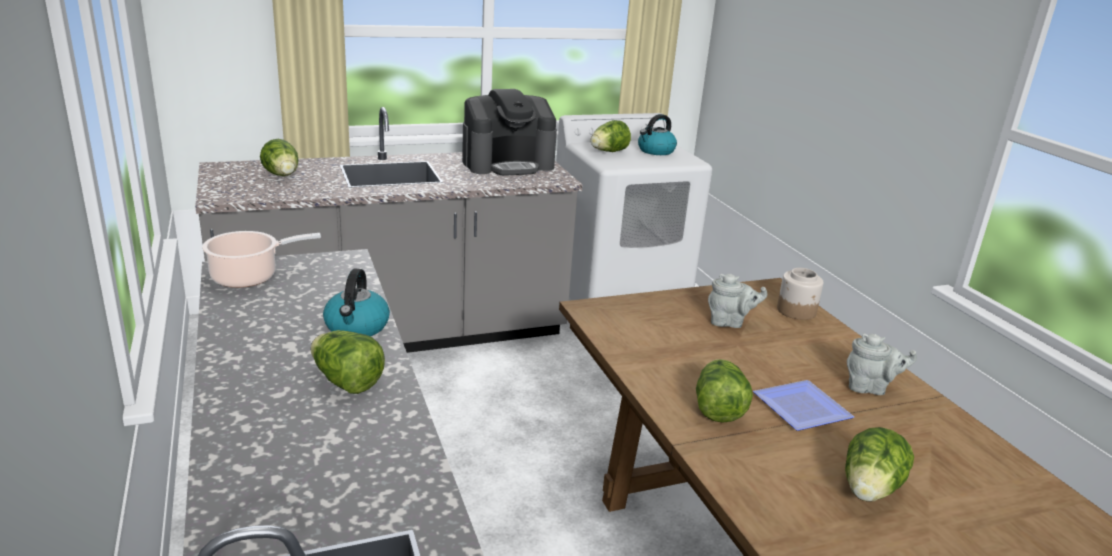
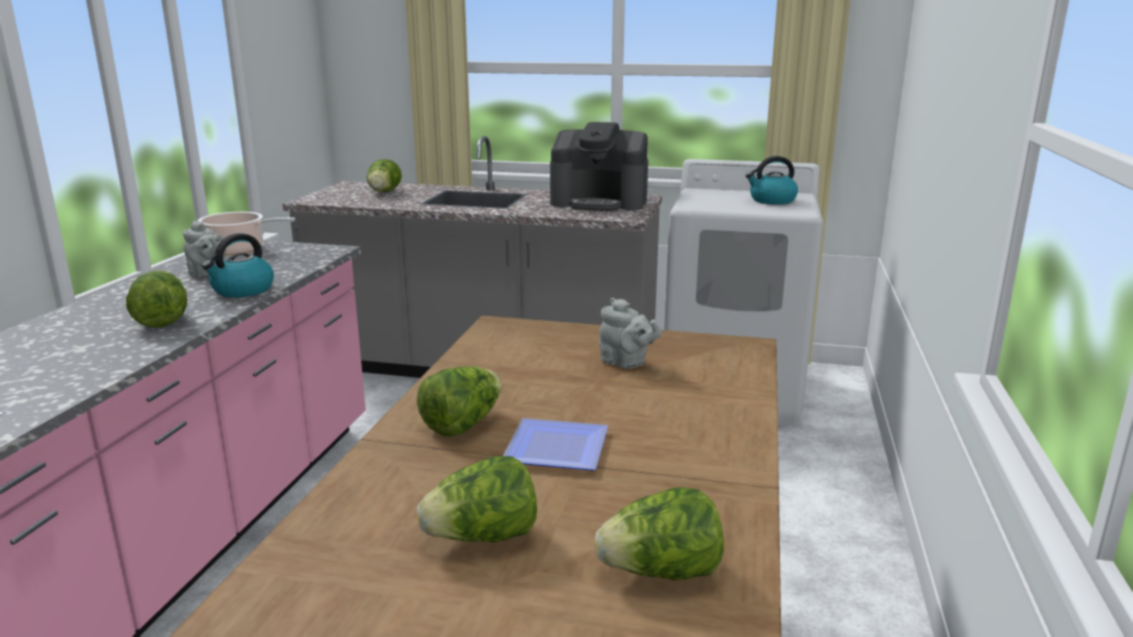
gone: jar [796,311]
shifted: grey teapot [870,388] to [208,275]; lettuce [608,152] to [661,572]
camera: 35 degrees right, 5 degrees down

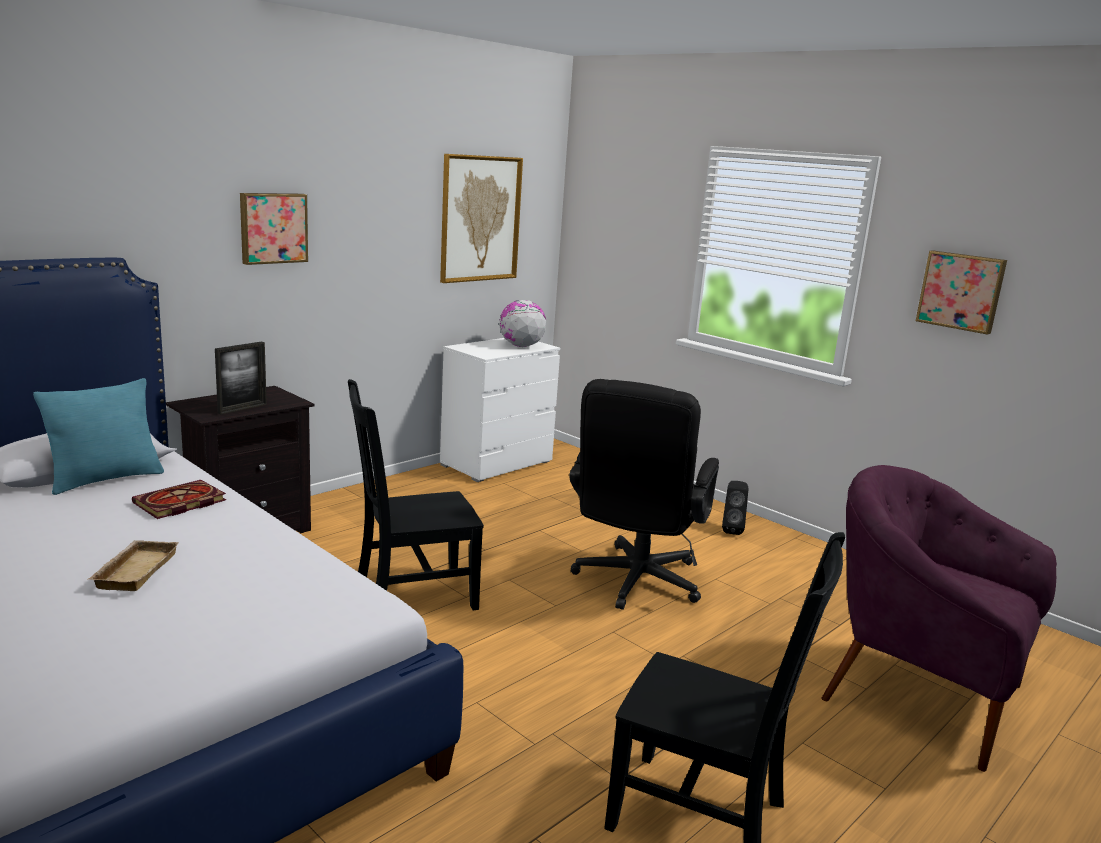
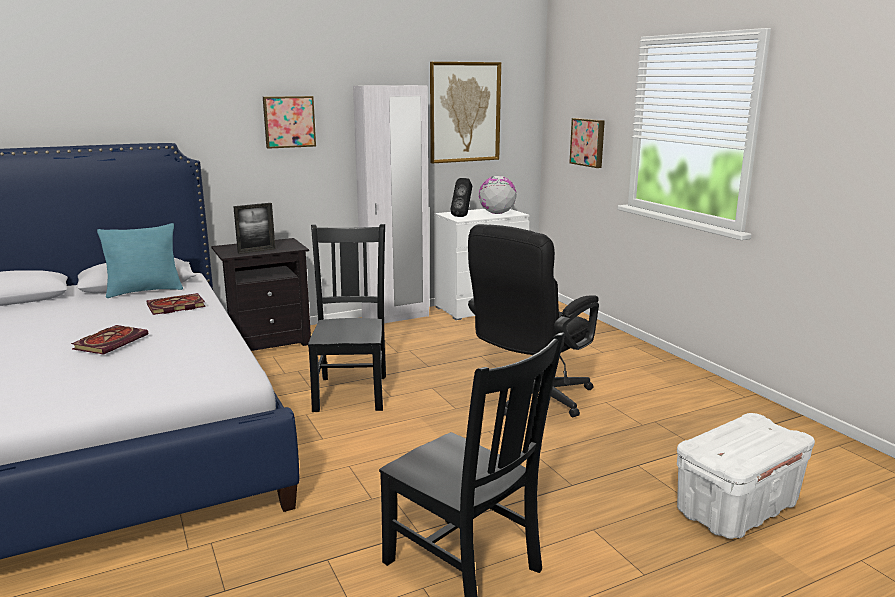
new: white wardrobe [395,317]
shifted: black speaker [731,530] to [463,216]; picture [961,291] to [588,142]
swapped: beige tray [134,570] to book [111,342]; purple armchair [920,693] to white storage box [737,508]
rotated: black chair [411,595] = [351,391] 90 degrees clockwise
camera: 20 degrees right, 0 degrees up

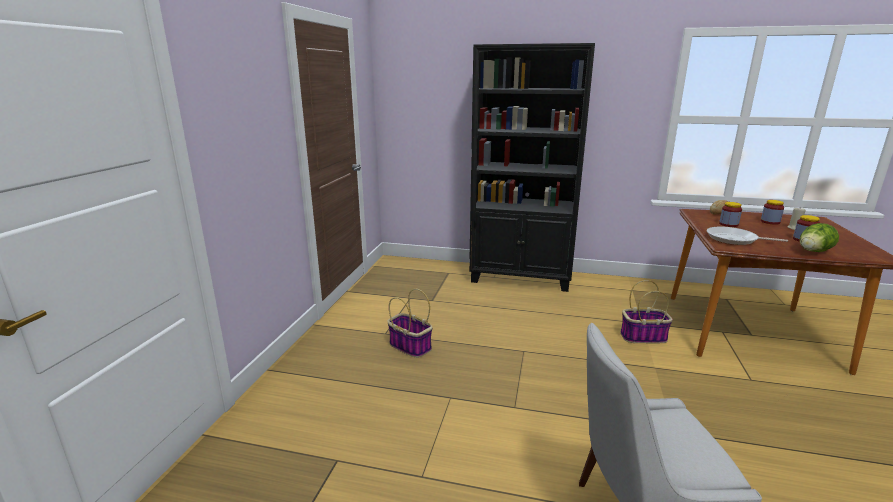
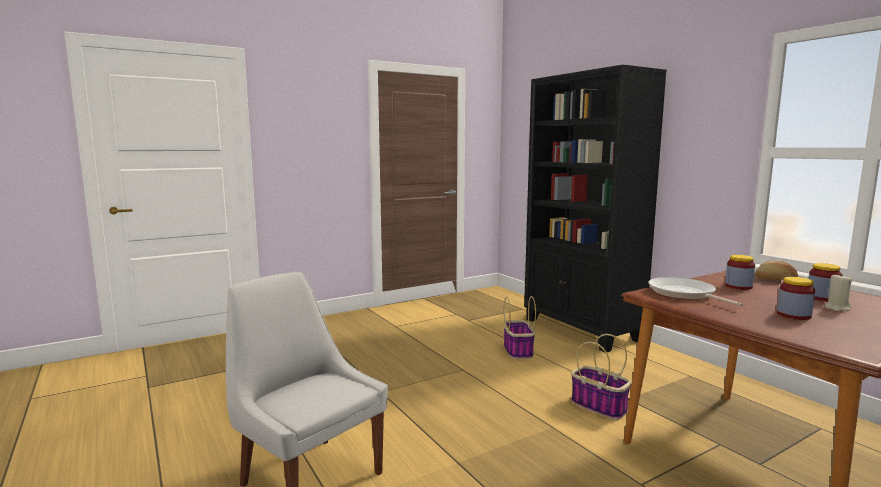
gone: lettuce [813,252]
shifted: basket [409,346] to [517,350]
camera: 45 degrees right, 10 degrees down

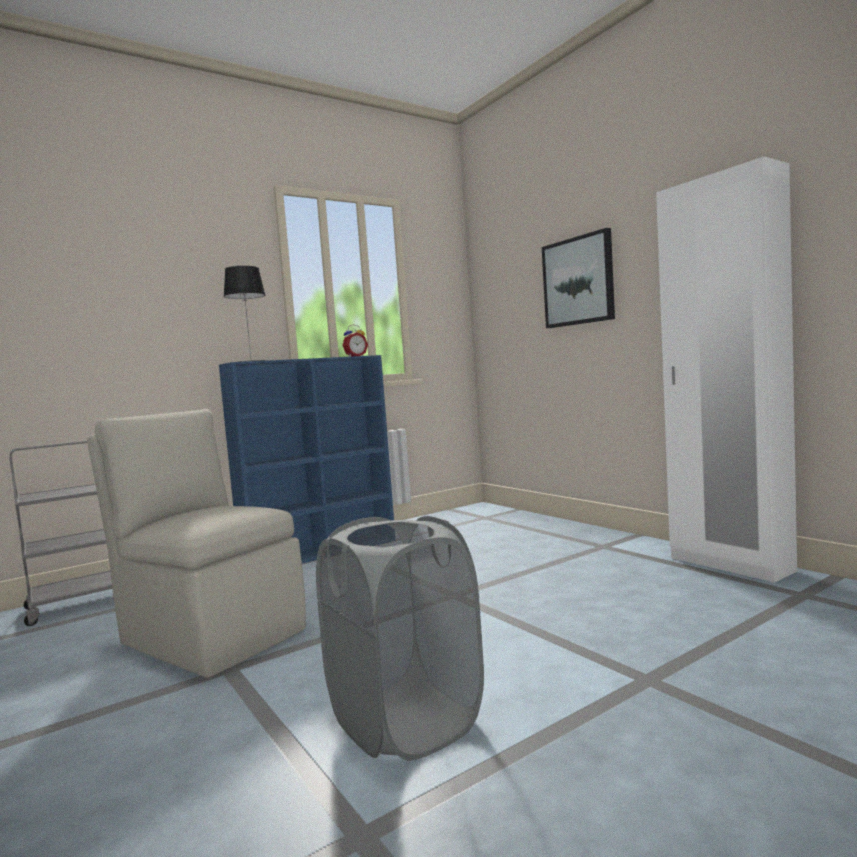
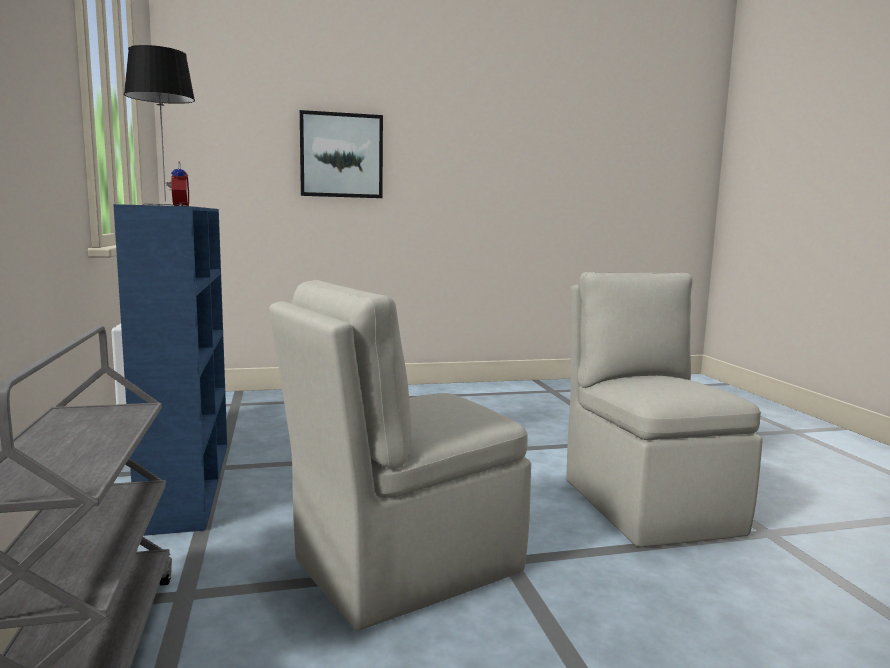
gone: white wardrobe [730,565]
swapped: grey laundry basket [405,721] to beige chair [647,504]
camera: 70 degrees left, 5 degrees up

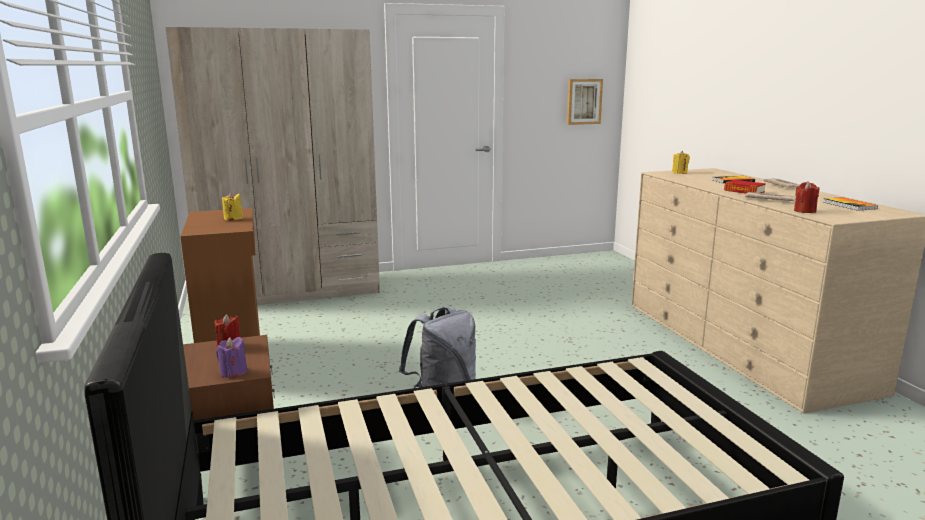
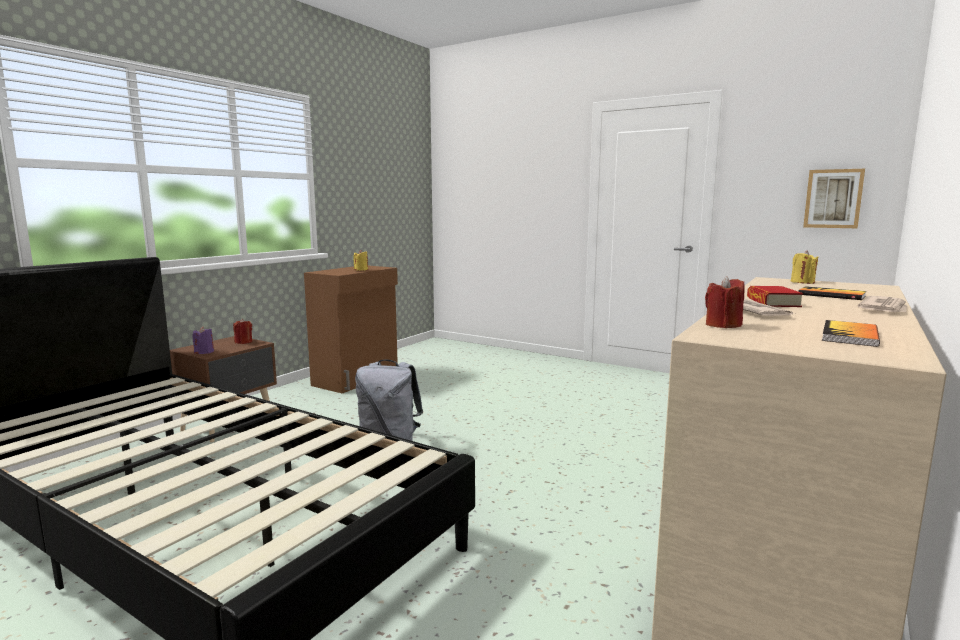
gone: beige wardrobe [292,291]
camera: 50 degrees right, 5 degrees down

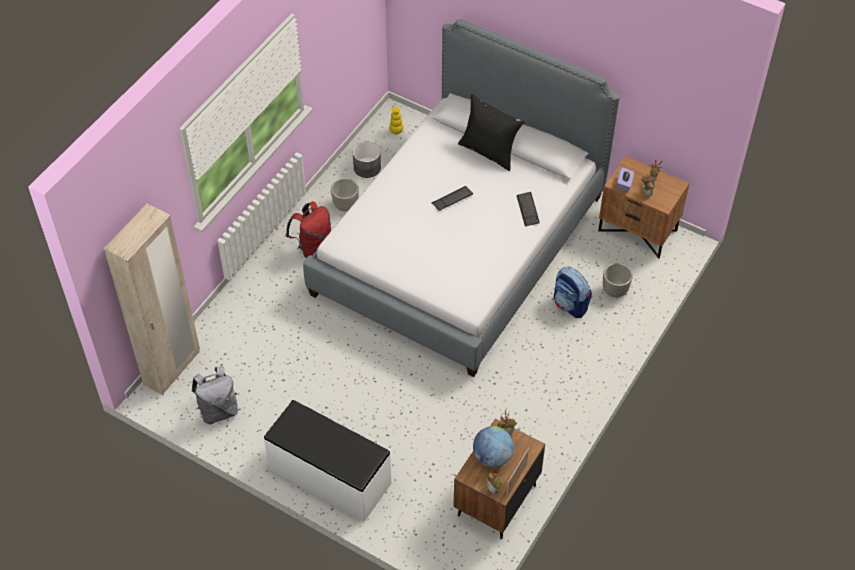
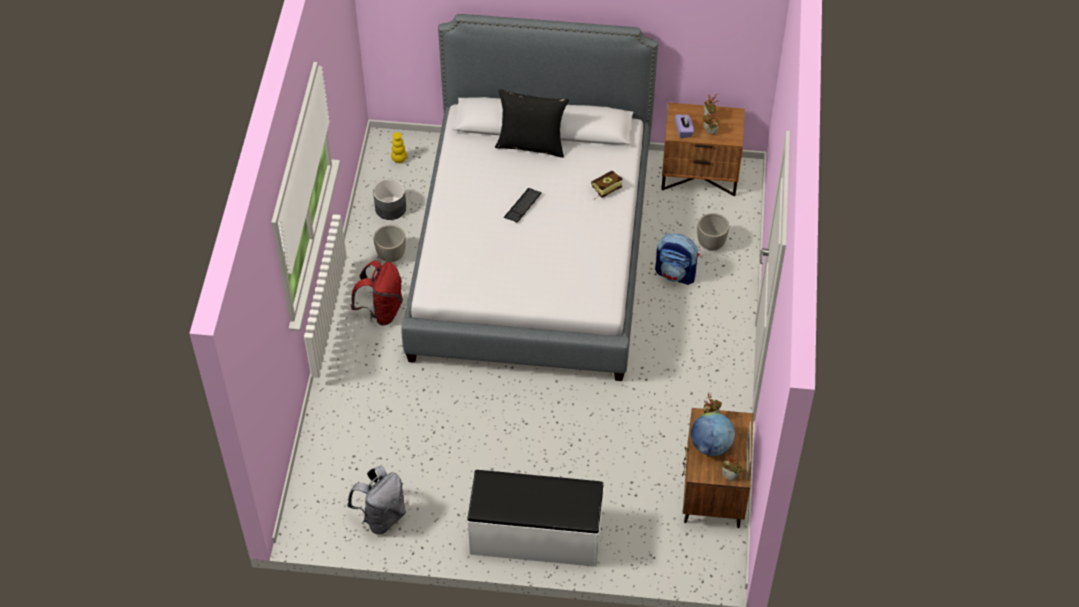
gone: beige wardrobe [172,368]
swapped: keyboard [527,210] to book [604,190]
camera: 25 degrees left, 0 degrees up

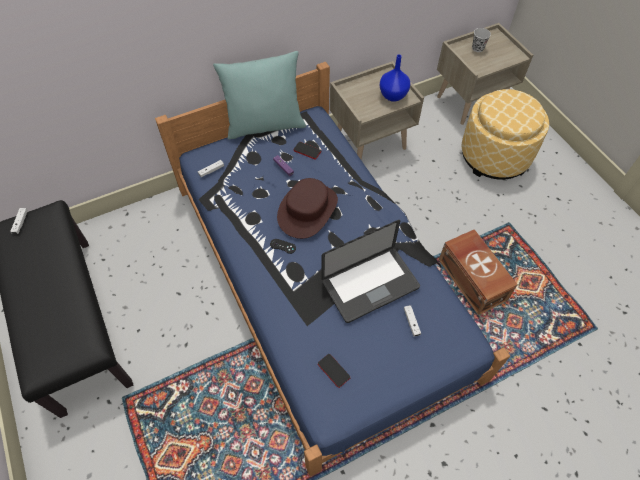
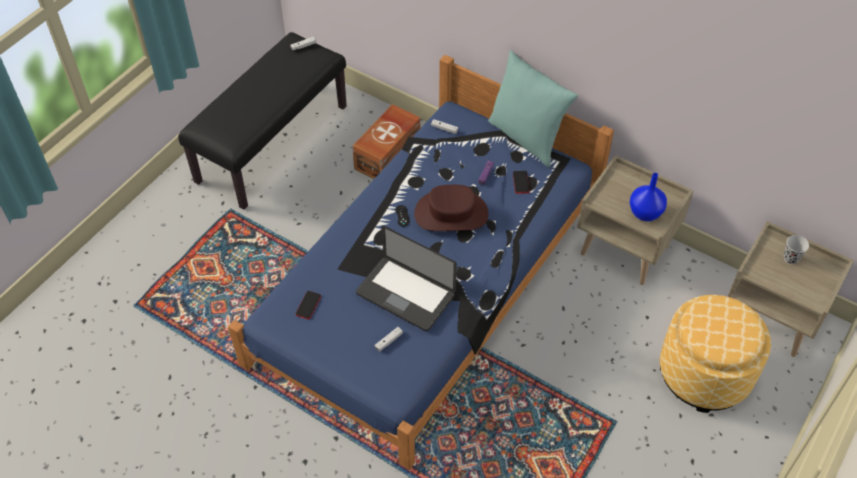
shifted: brown storage box [472,279] to [389,154]
camera: 60 degrees right, 5 degrees down

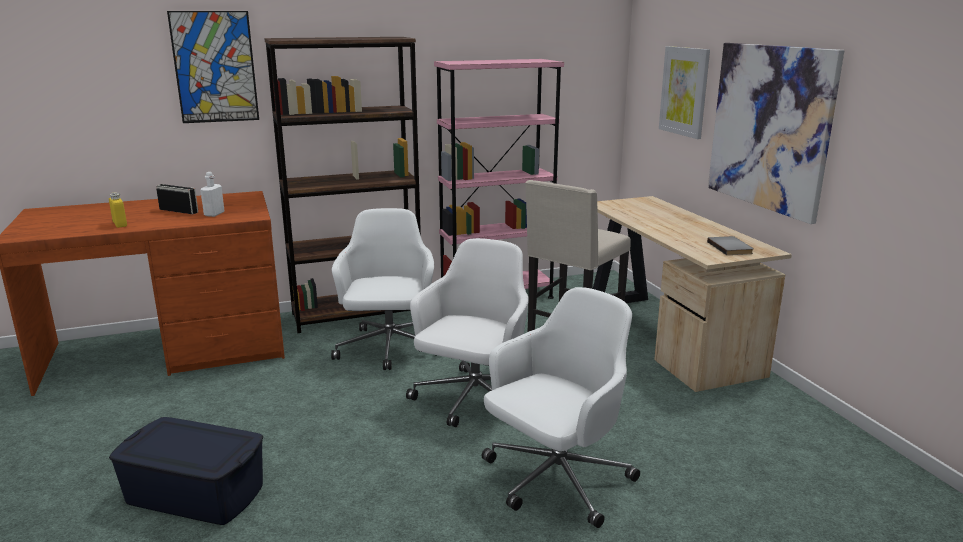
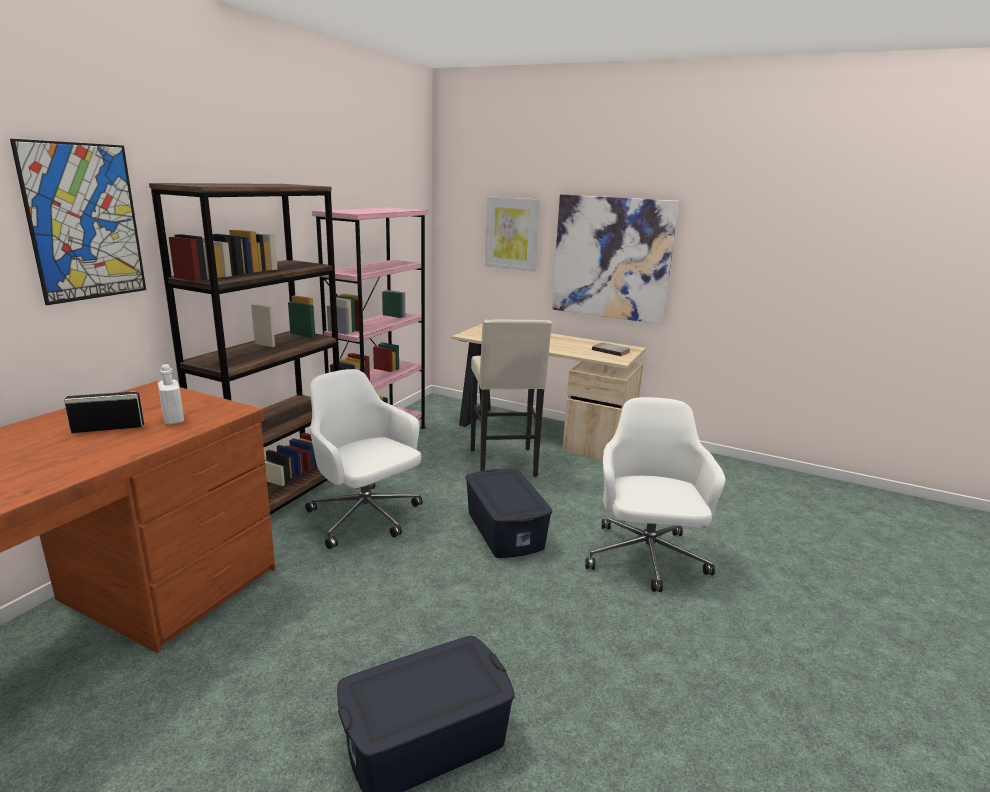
gone: yellow bottle [120,224]
swapped: white office chair [473,400] to blue storage box [505,529]
camera: 45 degrees left, 0 degrees up

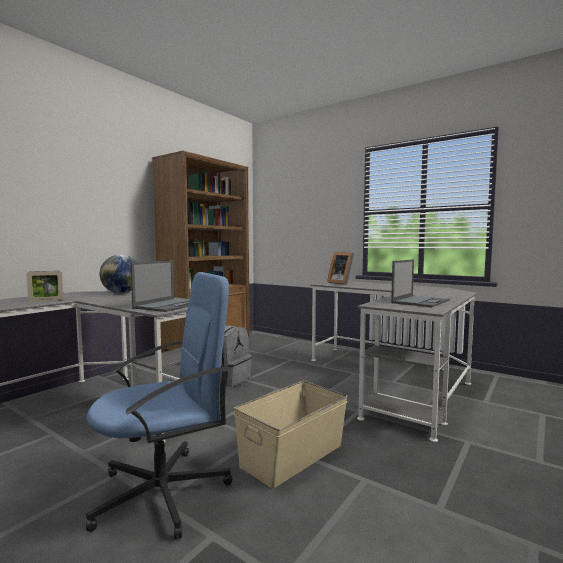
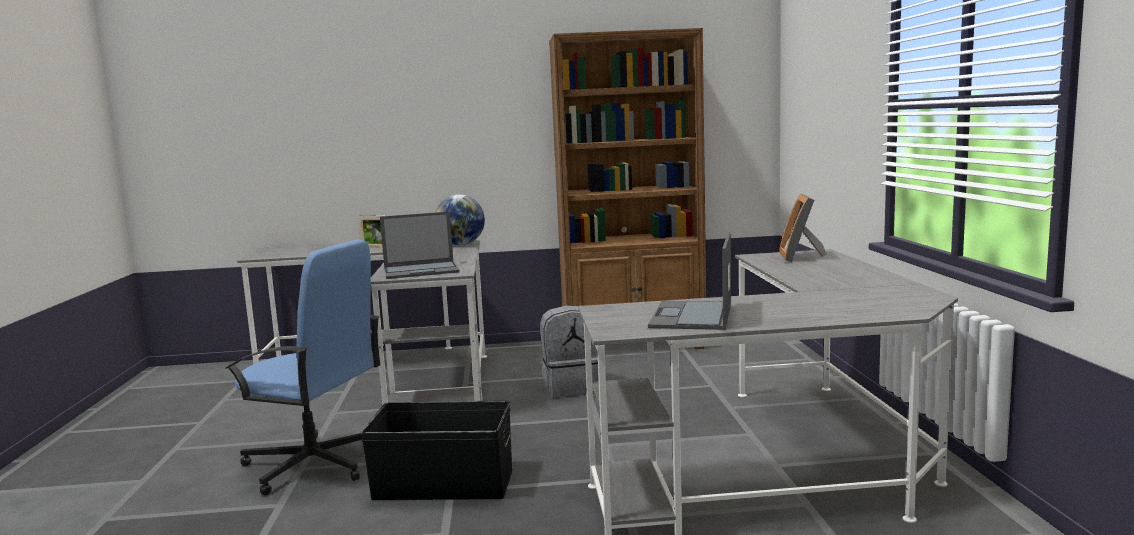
repainted: beige storage box [293,455] to black storage box [444,485]
rotated: laptop [420,301] = [692,316] 105 degrees clockwise
camera: 50 degrees right, 5 degrees up

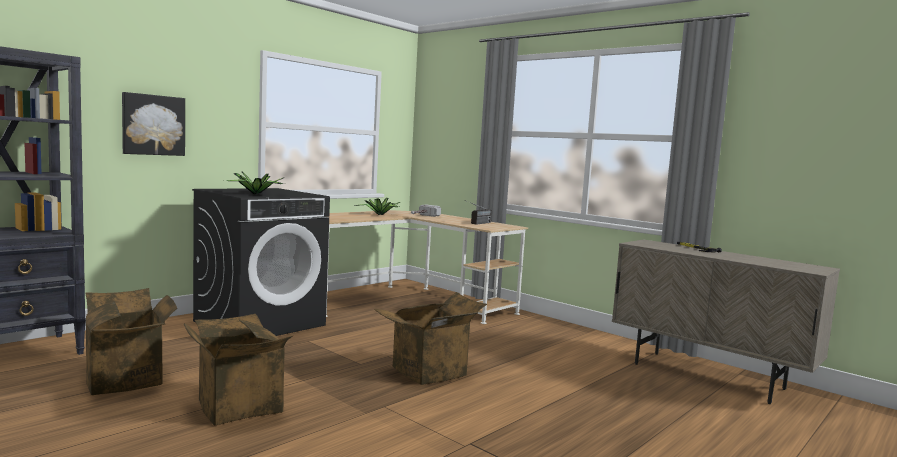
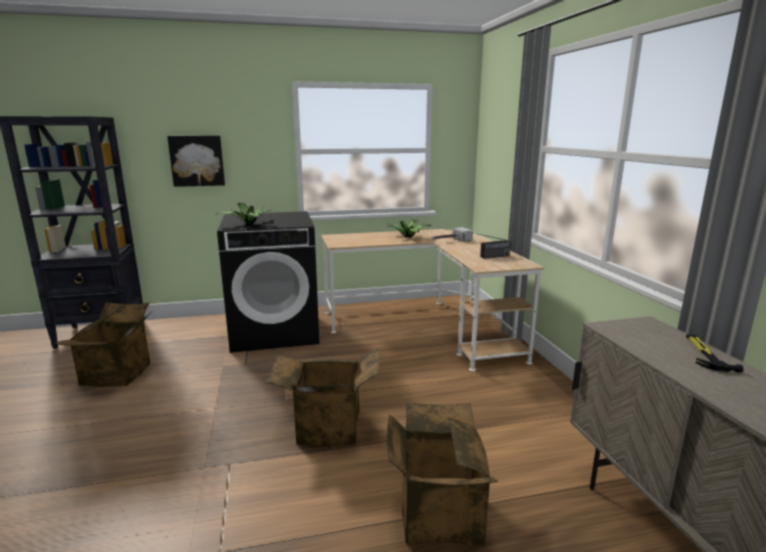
shifted: cardboard box [235,406] to [436,513]
camera: 35 degrees right, 10 degrees up

